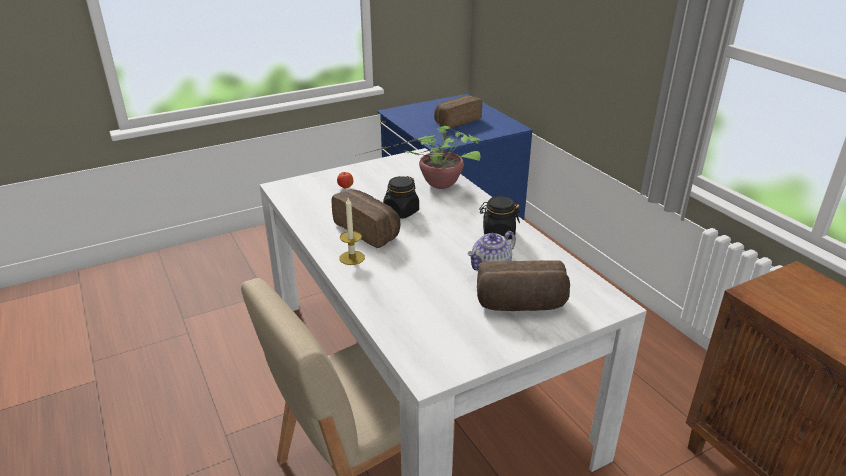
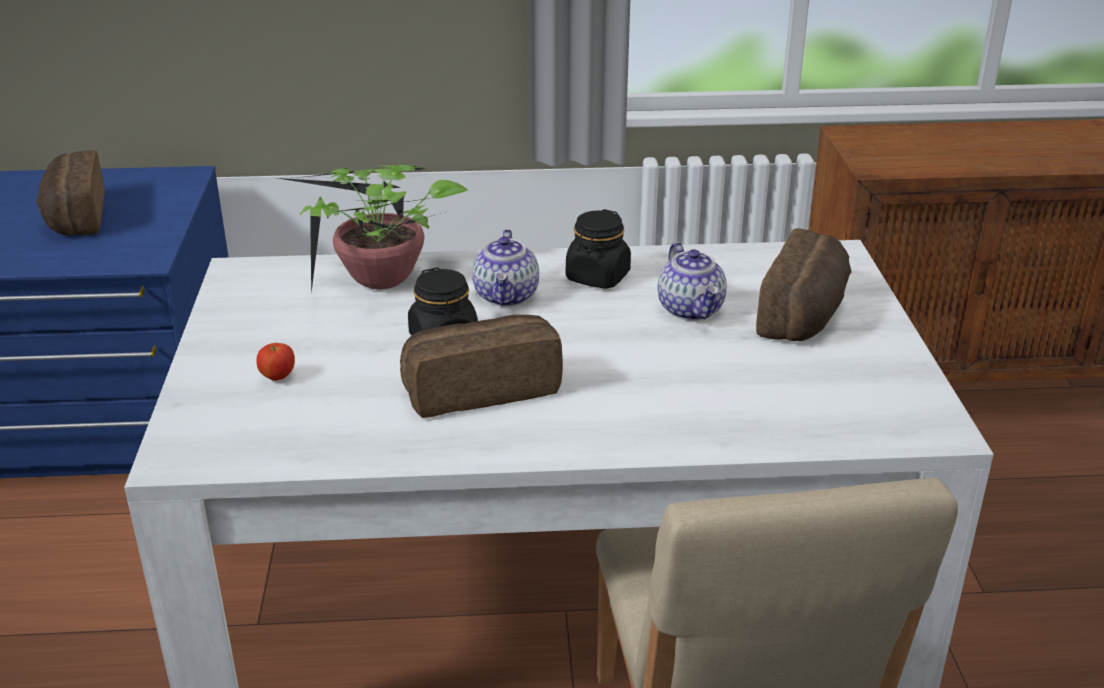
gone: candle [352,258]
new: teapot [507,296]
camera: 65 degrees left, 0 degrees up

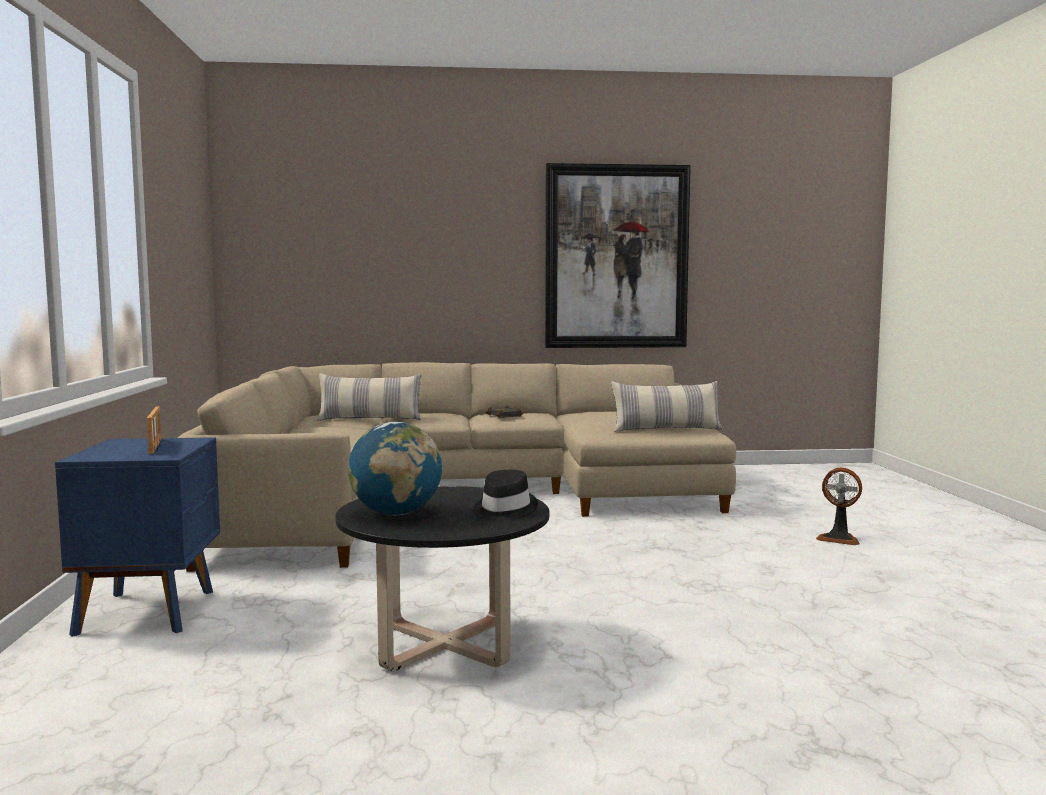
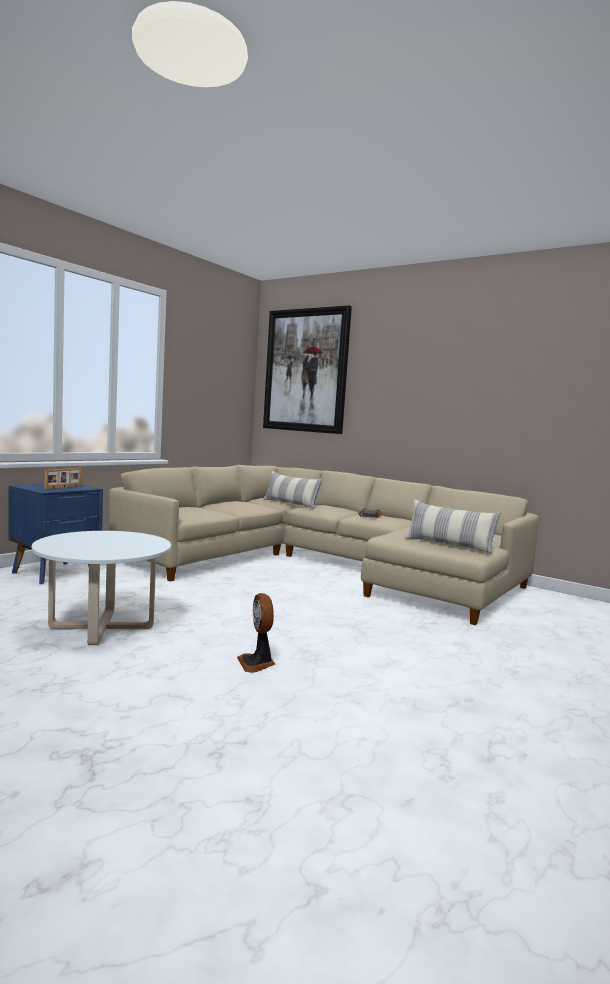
gone: globe [396,513]; black hat [503,511]
shifted: fan [839,539] to [257,663]; picture [616,257] to [306,370]
repainted: black coffee table [445,644] to white coffee table [102,627]
camera: 40 degrees right, 0 degrees up

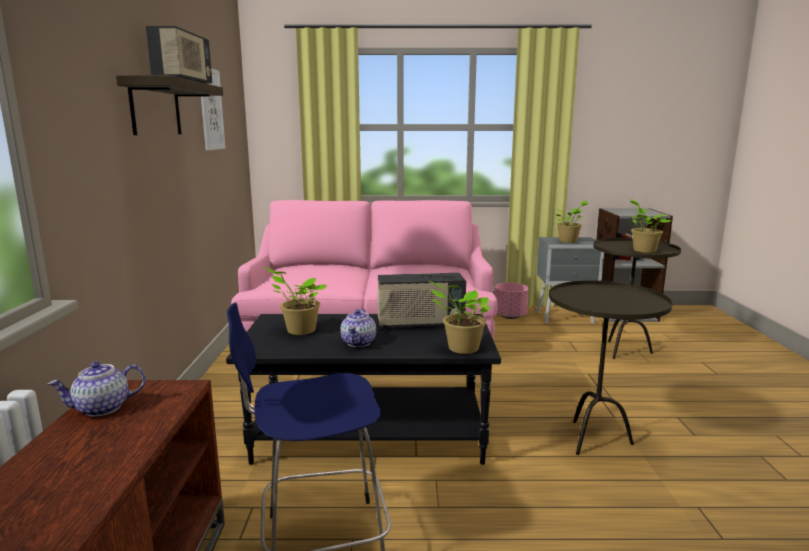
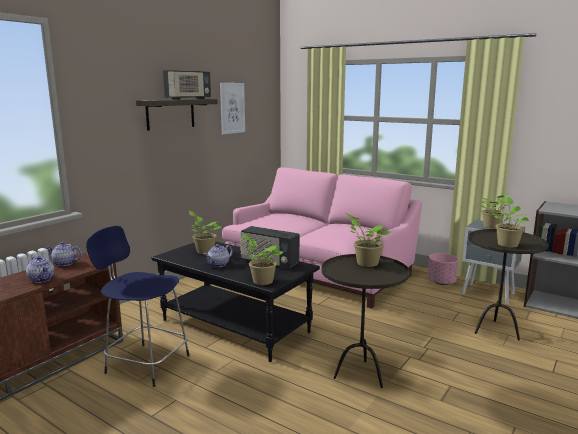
new: teapot [42,279]; potted plant [365,263]
camera: 35 degrees right, 0 degrees up

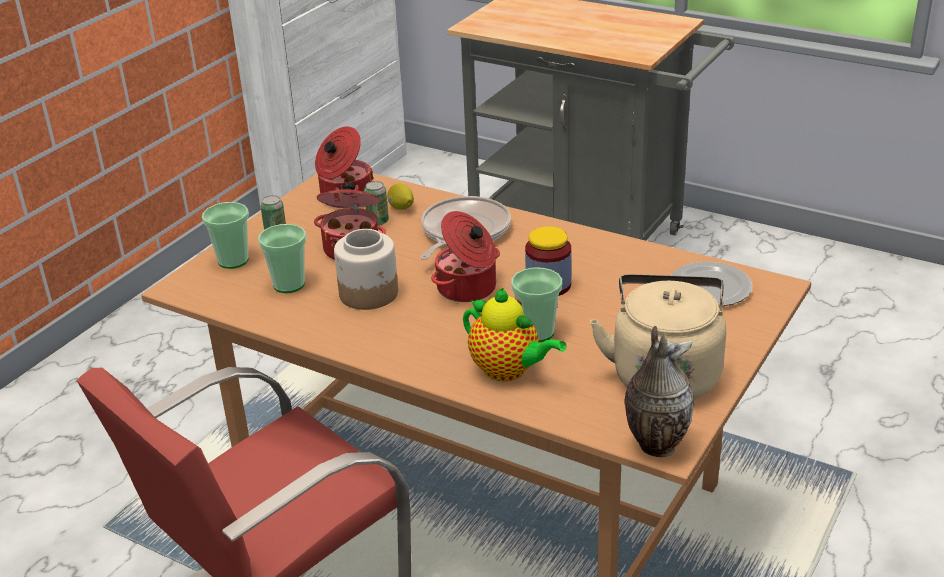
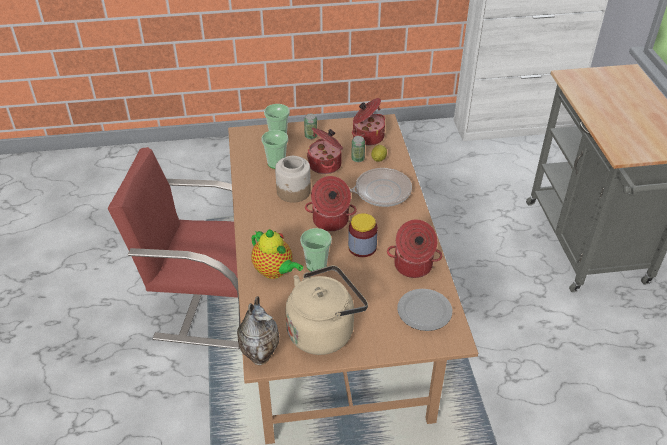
new: cooking pot [413,266]
rotated: teapot [508,371] = [275,271] 45 degrees counterclockwise
camera: 50 degrees right, 10 degrees up

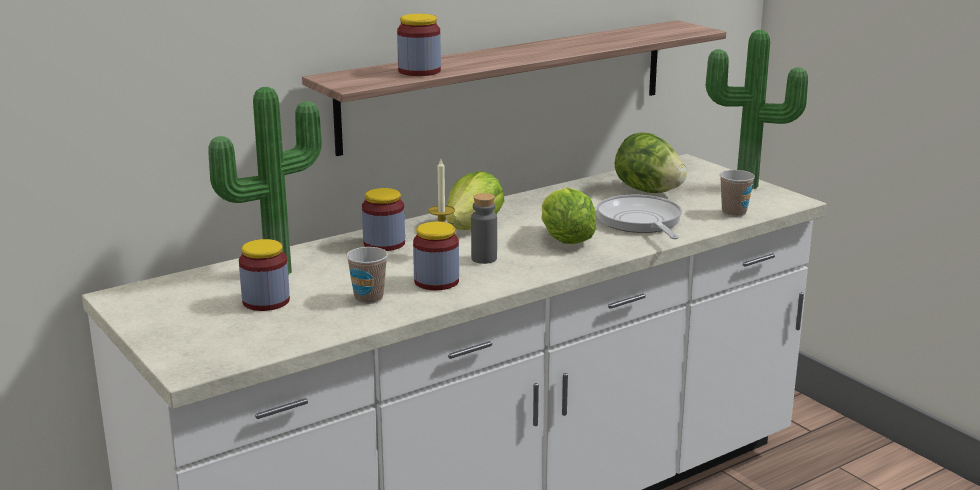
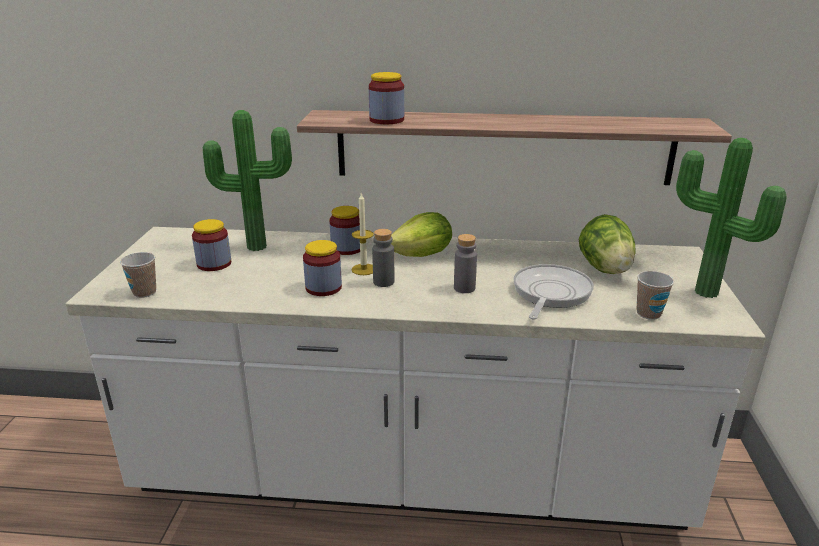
shifted: cup [368,298] to [144,292]
swapped: lettuce [565,240] to grey bottle [464,288]
camera: 40 degrees right, 5 degrees up

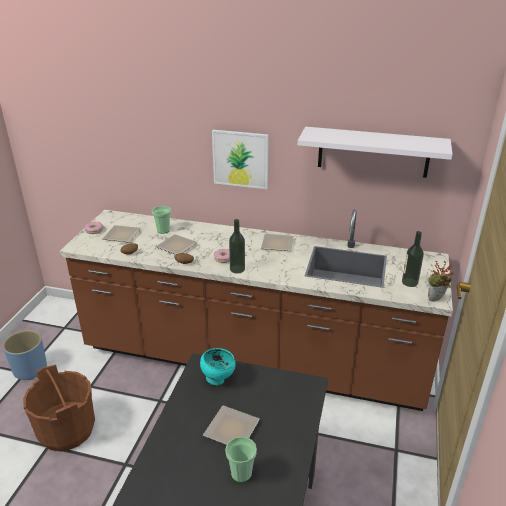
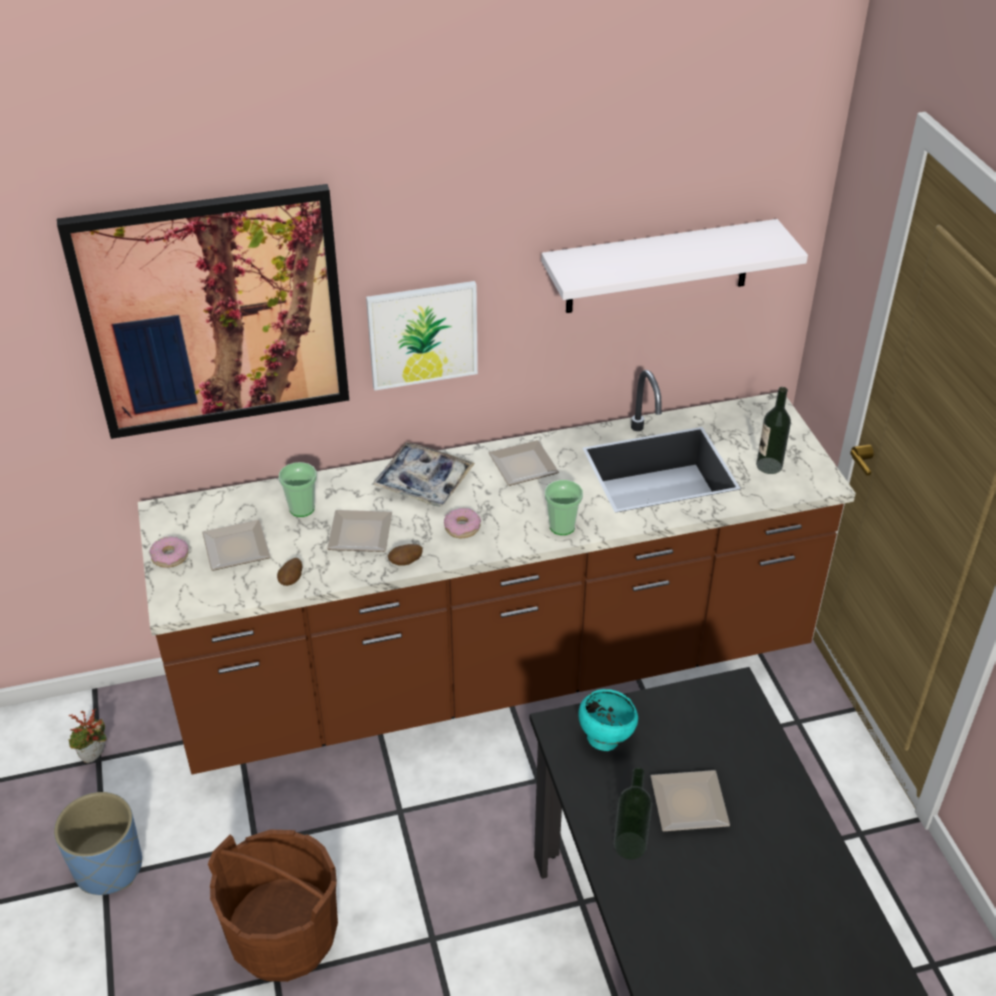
new: picture [213,313]; tray [424,482]
shifted: potted plant [436,300] to [95,758]; cup [241,473] to [562,526]; bottle [237,269] to [630,845]
camera: 30 degrees left, 10 degrees up

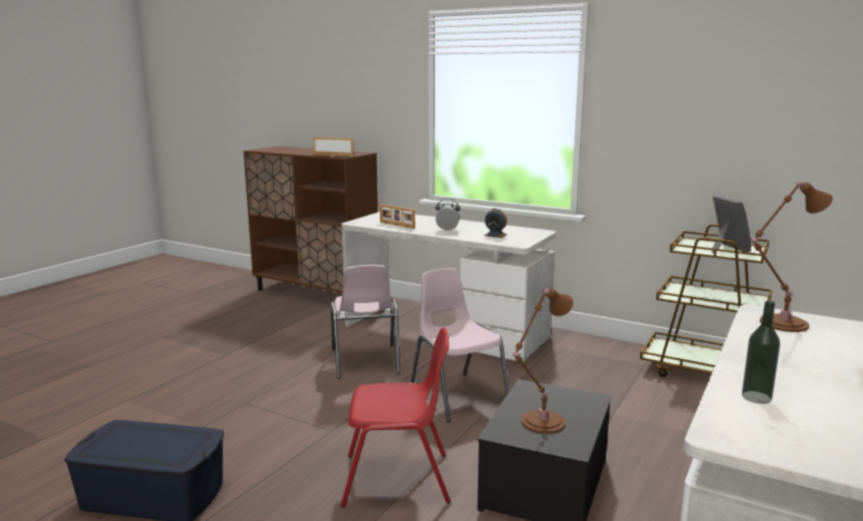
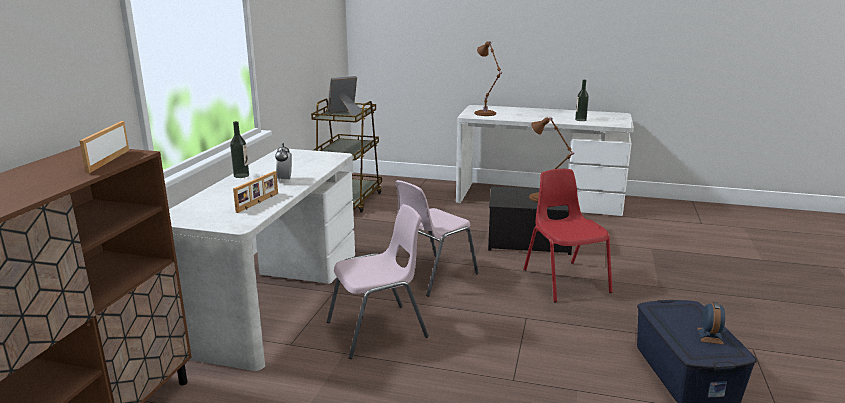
new: bottle [241,175]
shifted: alarm clock [495,235] to [710,336]
camera: 105 degrees left, 5 degrees up

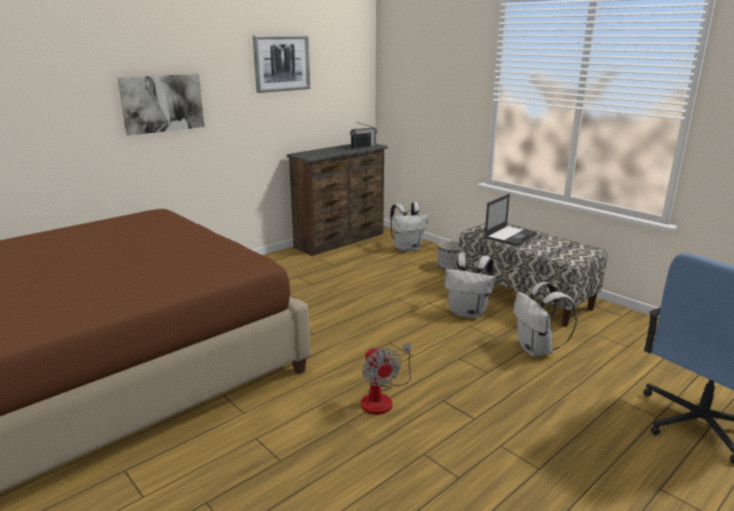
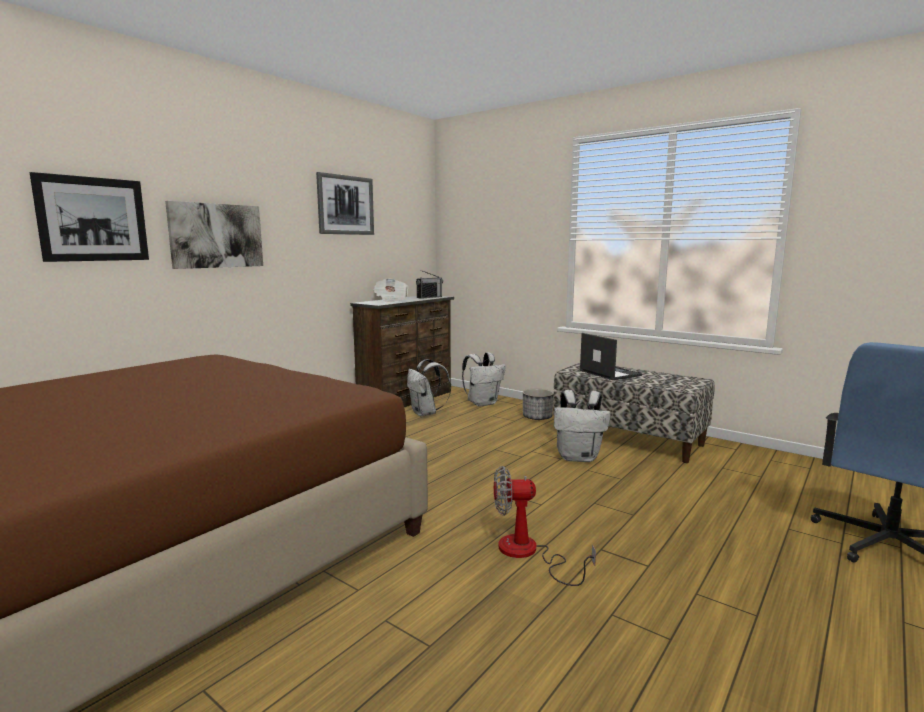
new: picture [93,219]; newspaper [391,300]
shifted: white backpack [536,350] to [426,413]
rotated: fan [382,398] = [528,553] 120 degrees clockwise; laptop [510,236] = [609,373] 60 degrees counterclockwise
camera: 10 degrees left, 10 degrees down

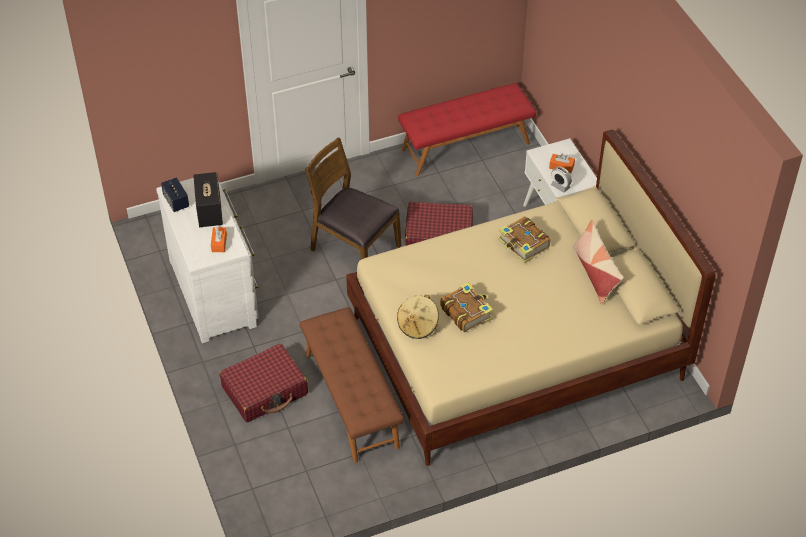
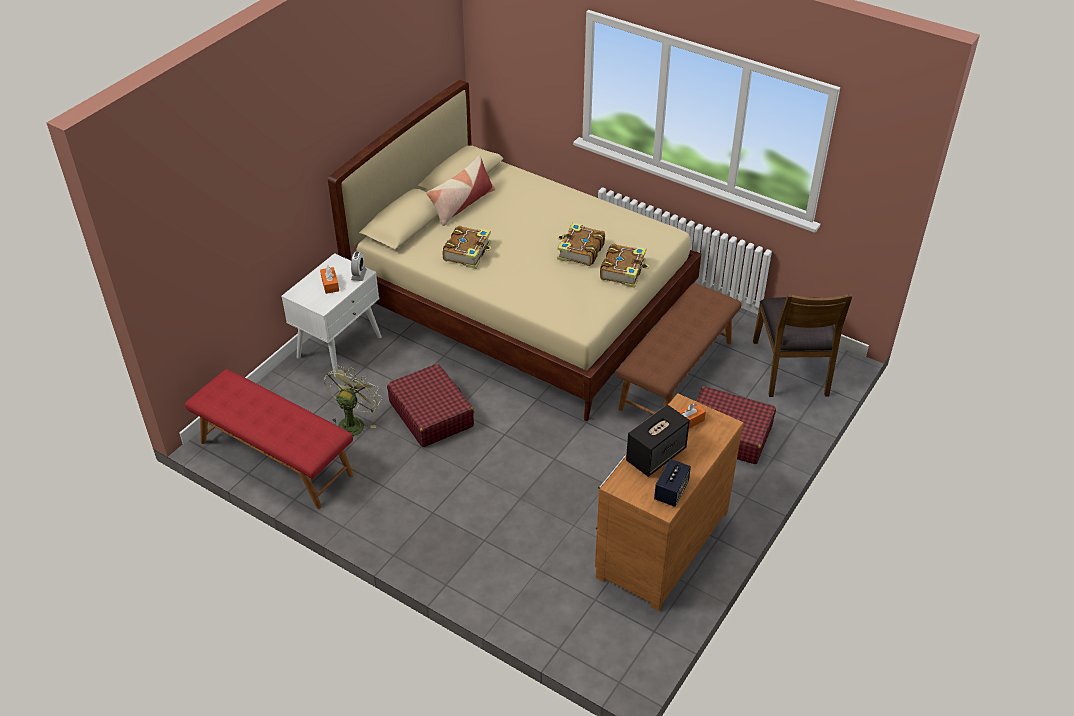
new: green fan [353,422]
shifted: brown chair [354,248] to [792,368]
swapped: beige hat [418,325] to book [623,271]
repainted: white dresser [215,291] to brown dresser [658,543]
camera: 125 degrees left, 5 degrees down

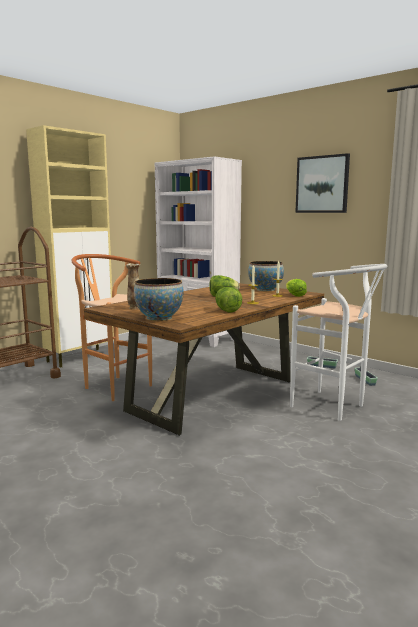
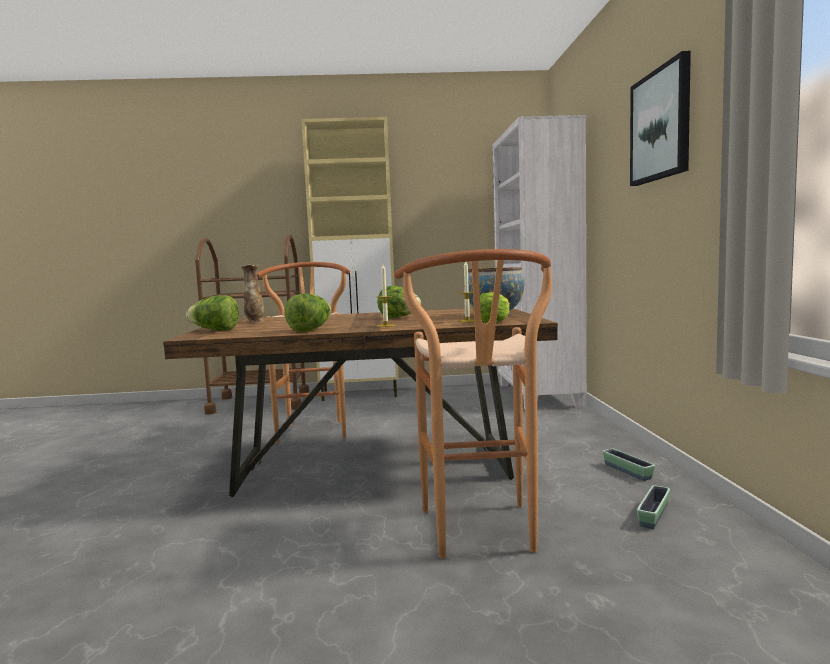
swapped: bowl [159,318] to lettuce [215,330]
repainted: white stool [333,407] to brown stool [481,536]
camera: 45 degrees right, 5 degrees down

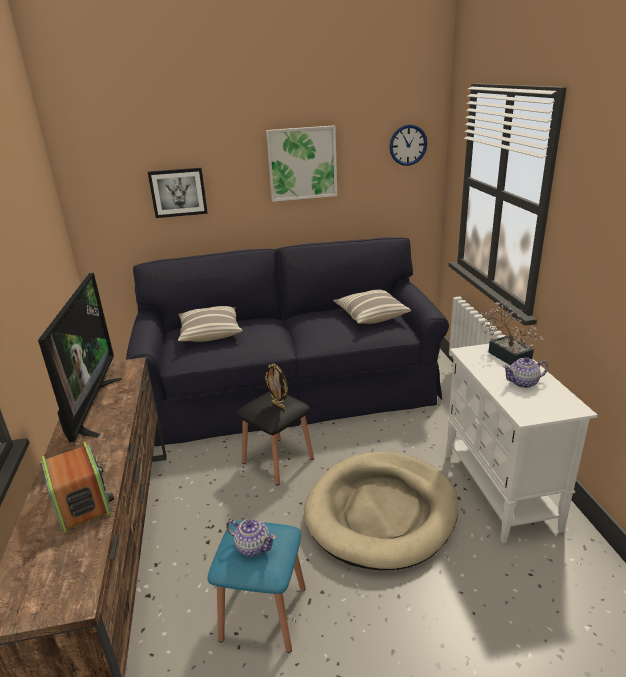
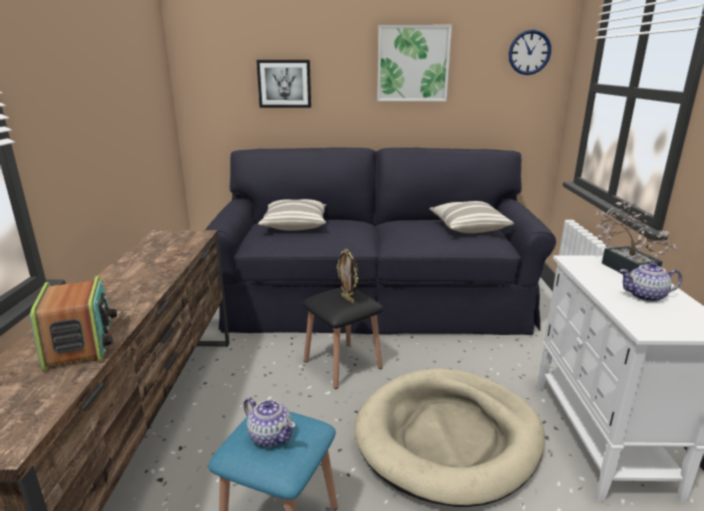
gone: television [90,407]
camera: 10 degrees right, 5 degrees down

